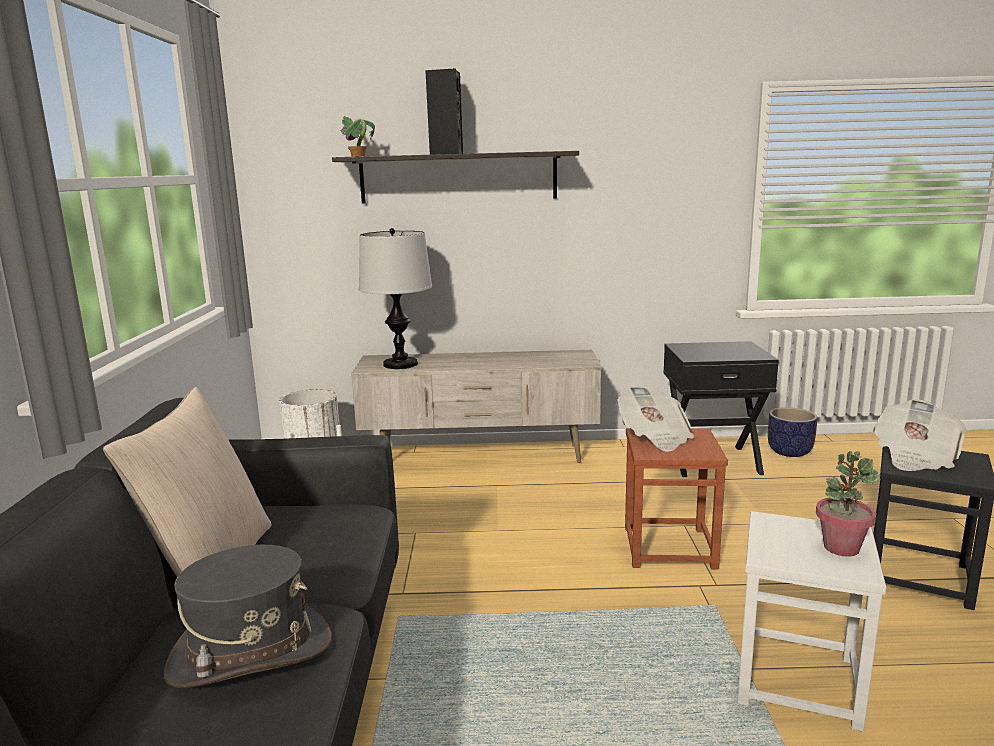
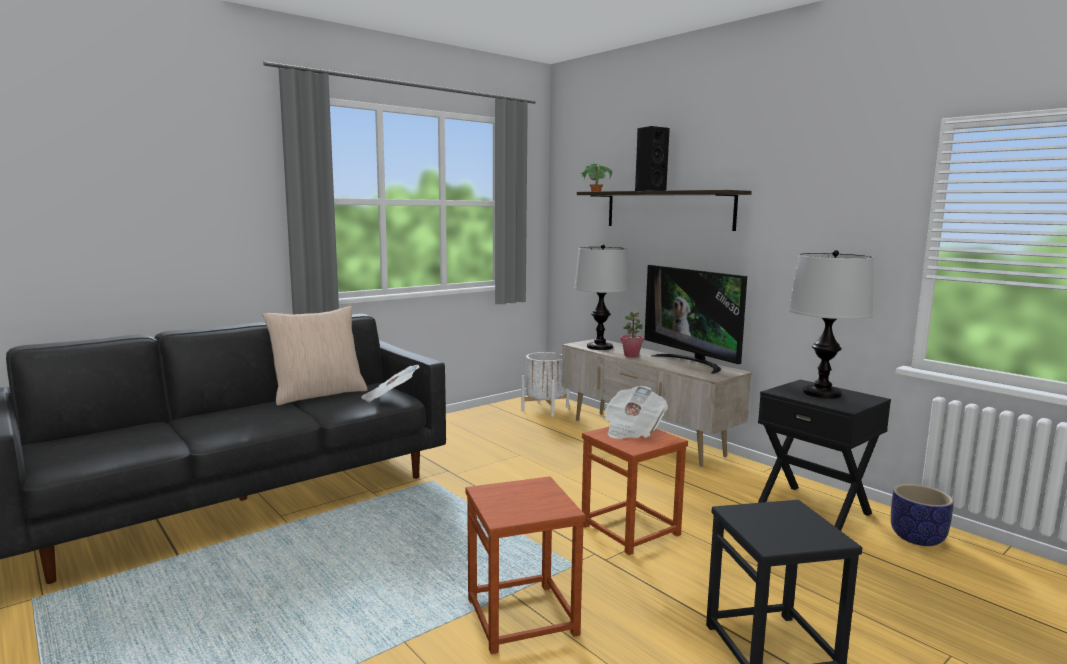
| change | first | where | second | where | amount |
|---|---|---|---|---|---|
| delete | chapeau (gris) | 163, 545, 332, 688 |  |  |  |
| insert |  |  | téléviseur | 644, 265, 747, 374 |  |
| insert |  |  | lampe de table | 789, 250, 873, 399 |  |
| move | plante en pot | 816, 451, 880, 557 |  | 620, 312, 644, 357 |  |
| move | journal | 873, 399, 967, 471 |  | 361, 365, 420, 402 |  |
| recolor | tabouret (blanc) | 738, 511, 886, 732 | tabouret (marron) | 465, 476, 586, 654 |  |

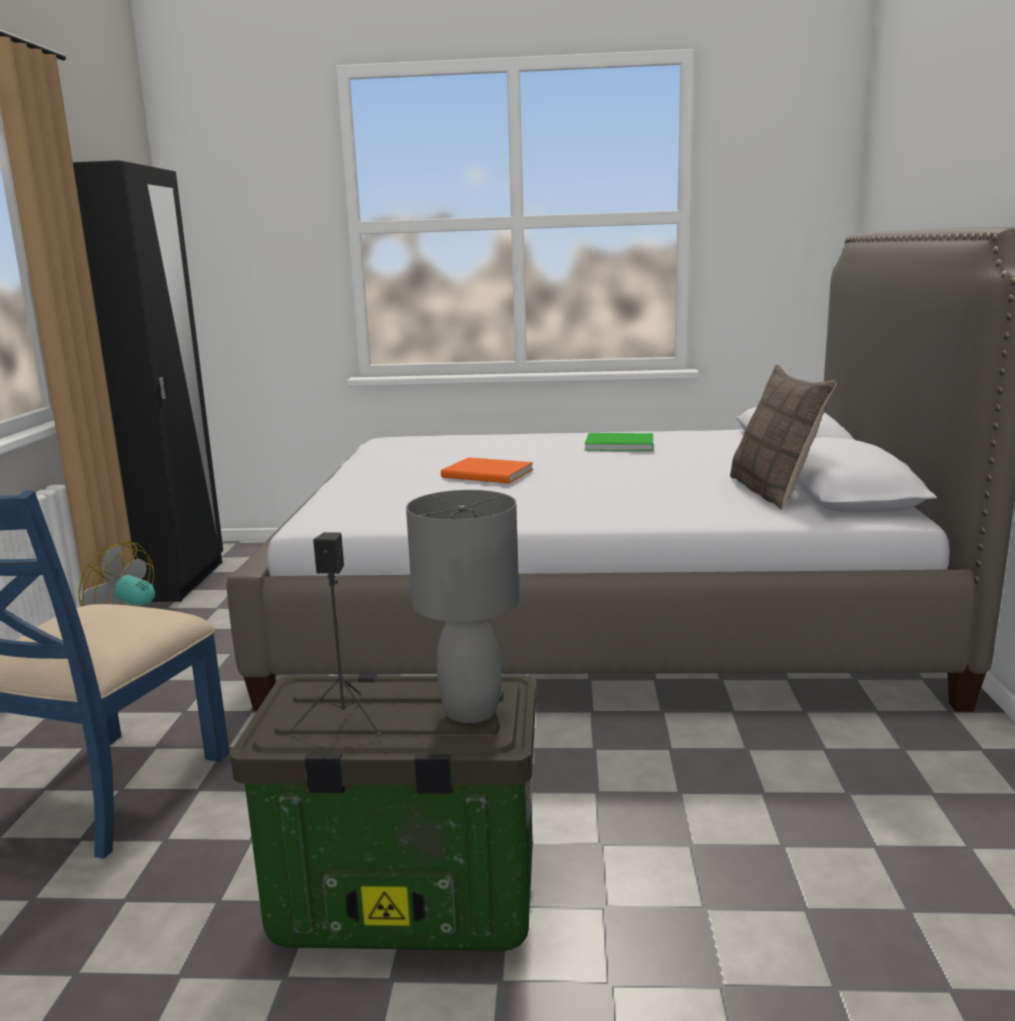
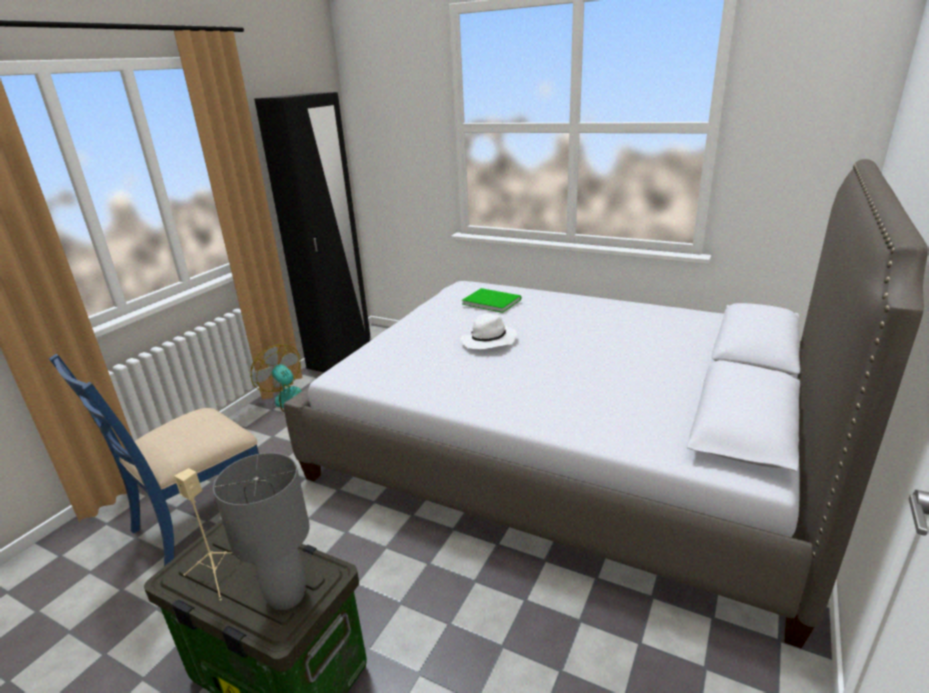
| change | first | where | second | where | amount |
|---|---|---|---|---|---|
| delete | coussin | 730, 364, 837, 510 |  |  |  |
| move | livre (vert) | 584, 433, 653, 451 |  | 462, 288, 521, 313 |  |
| replace | livre (orange) | 441, 457, 533, 483 | chapeau (blanc) | 461, 313, 517, 349 |  |
| recolor | enceinte (noir) | 291, 532, 381, 736 | enceinte (beige) | 174, 468, 232, 601 |  |

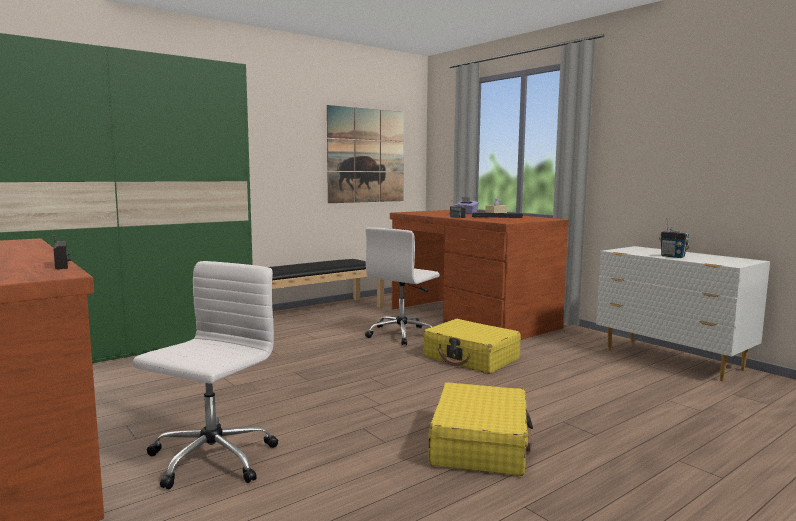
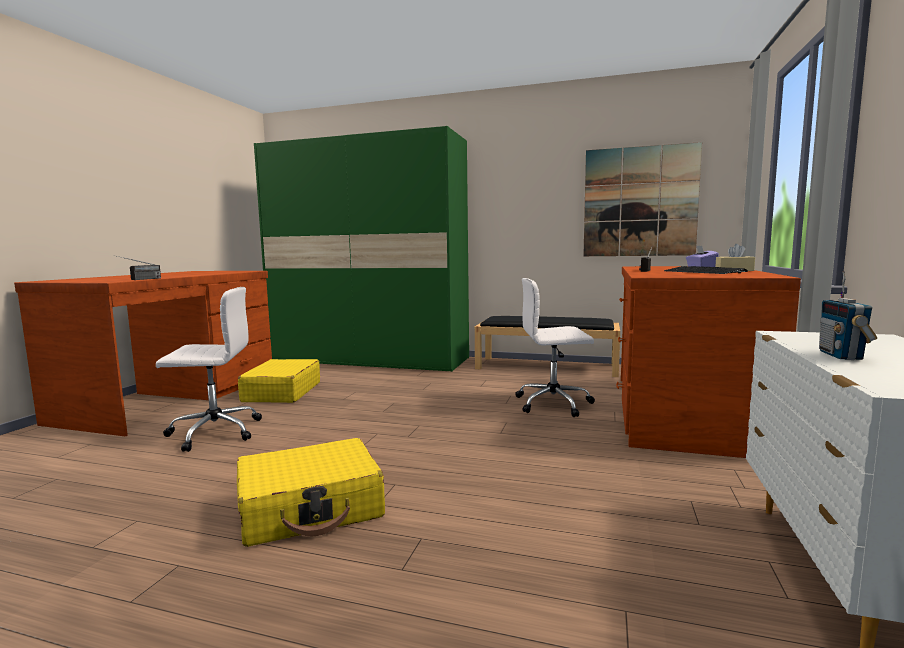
| change | first | where | second | where | amount |
|---|---|---|---|---|---|
| move | valise (jaune) | 423, 319, 521, 374 |  | 238, 359, 320, 403 |  |

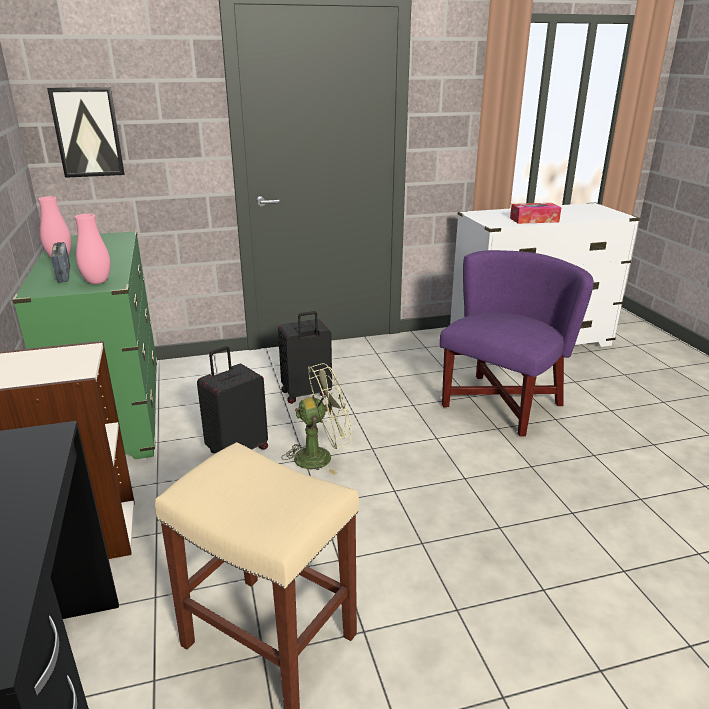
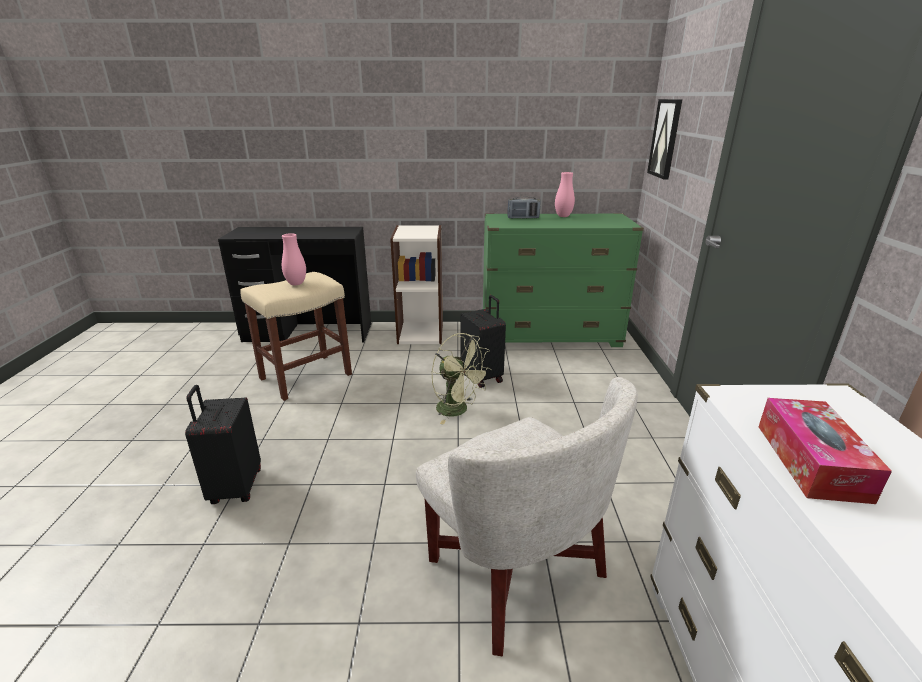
| change | first | where | second | where | amount |
|---|---|---|---|---|---|
| move | vase (rose) | 75, 214, 111, 284 |  | 282, 233, 306, 285 |  |
| move | valise (noir) | 278, 311, 332, 404 |  | 185, 385, 261, 504 |  |
| recolor | fauteuil (violet) | 440, 250, 594, 437 | fauteuil (blanc) | 416, 377, 638, 656 |  |
| rotate | ventilateur (vert) | 282, 363, 352, 475 |  | 431, 333, 491, 425 | 45 degrees counterclockwise |

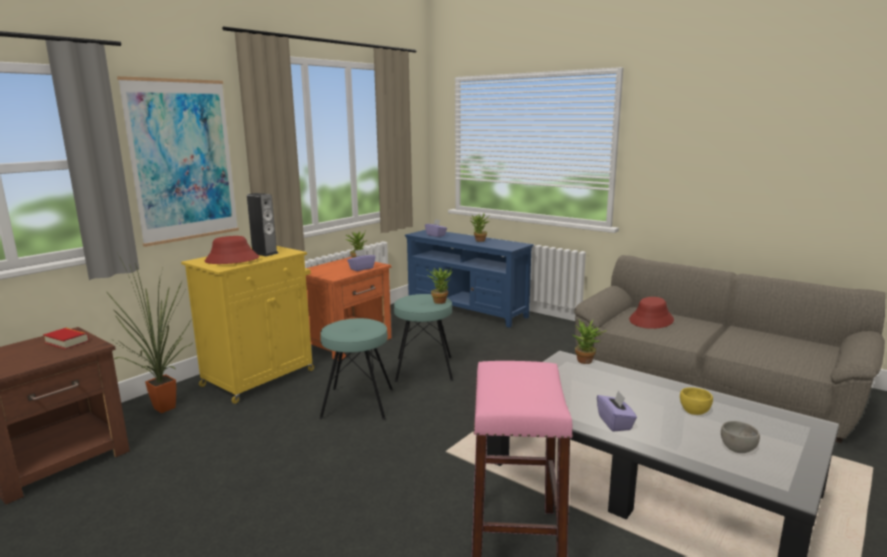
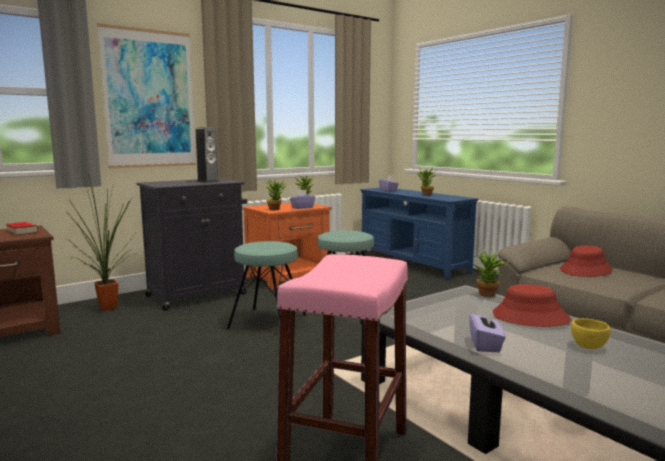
| change | first | where | second | where | amount |
|---|---|---|---|---|---|
| delete | bol (gris) | 721, 421, 760, 453 |  |  |  |
| move | chapeau (rouge) | 204, 236, 259, 264 |  | 493, 284, 571, 327 |  |
| move | plante en pot | 427, 267, 452, 304 |  | 264, 179, 287, 210 |  |
| recolor | meuble de rangement (jaune) | 181, 246, 314, 404 | meuble de rangement (noir) | 137, 178, 247, 311 |  |

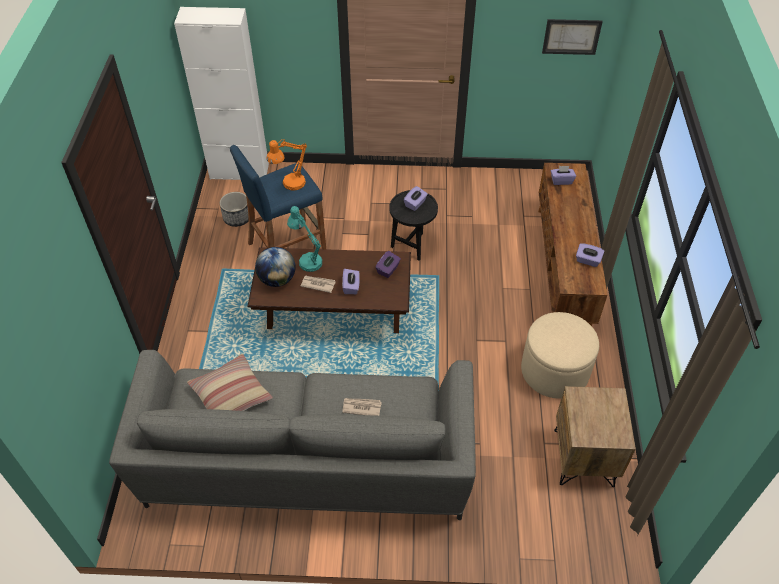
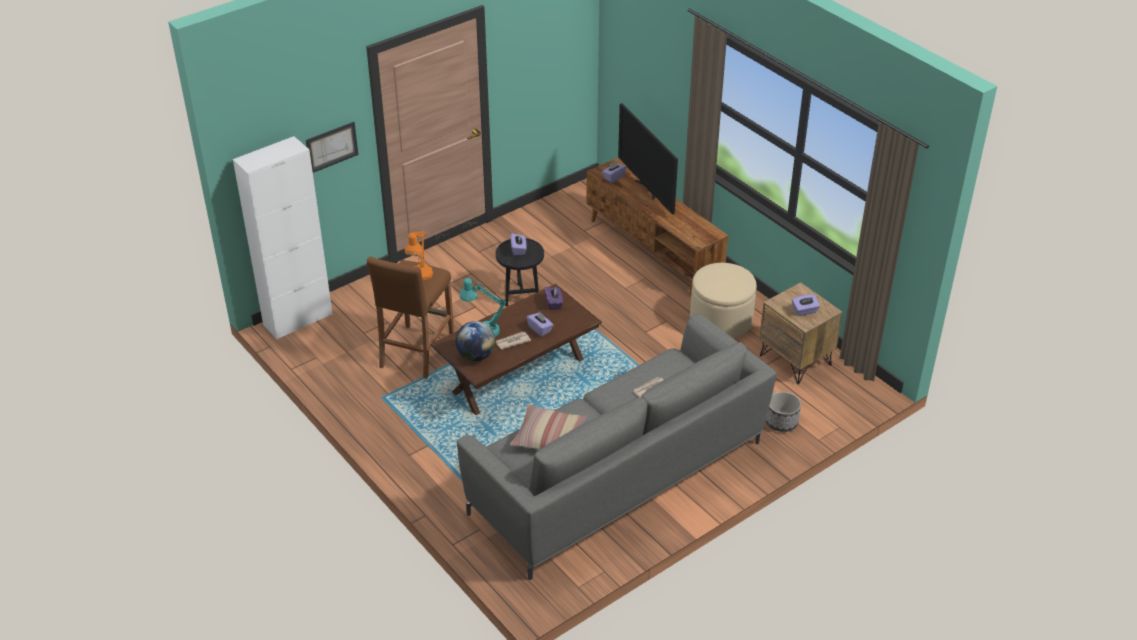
| change | first | where | second | where | amount |
|---|---|---|---|---|---|
| insert |  |  | téléviseur | 618, 103, 678, 215 |  |
| move | cache-pot | 220, 192, 249, 227 |  | 766, 391, 801, 432 |  |
| move | tableau | 542, 19, 603, 55 |  | 306, 122, 358, 173 |  |
| move | boîte à mouchoirs (violet) | 576, 243, 604, 267 |  | 792, 294, 820, 316 |  |
| recolor | tabouret (bleu) | 230, 145, 326, 249 | tabouret (marron) | 367, 257, 454, 379 |  |

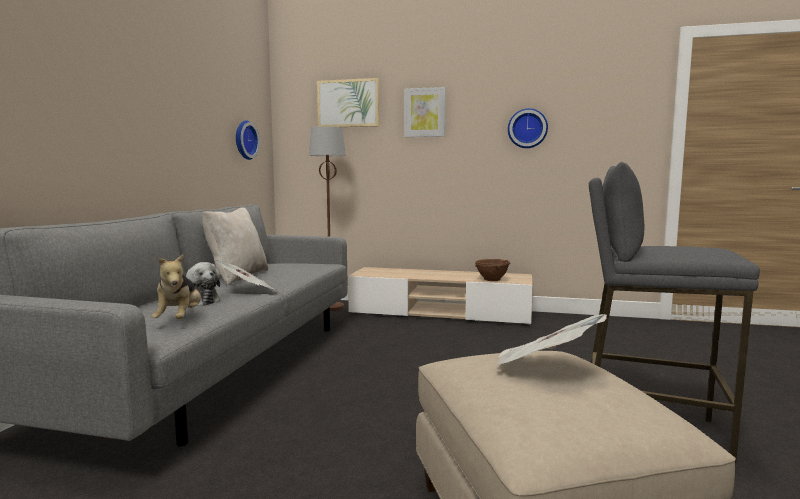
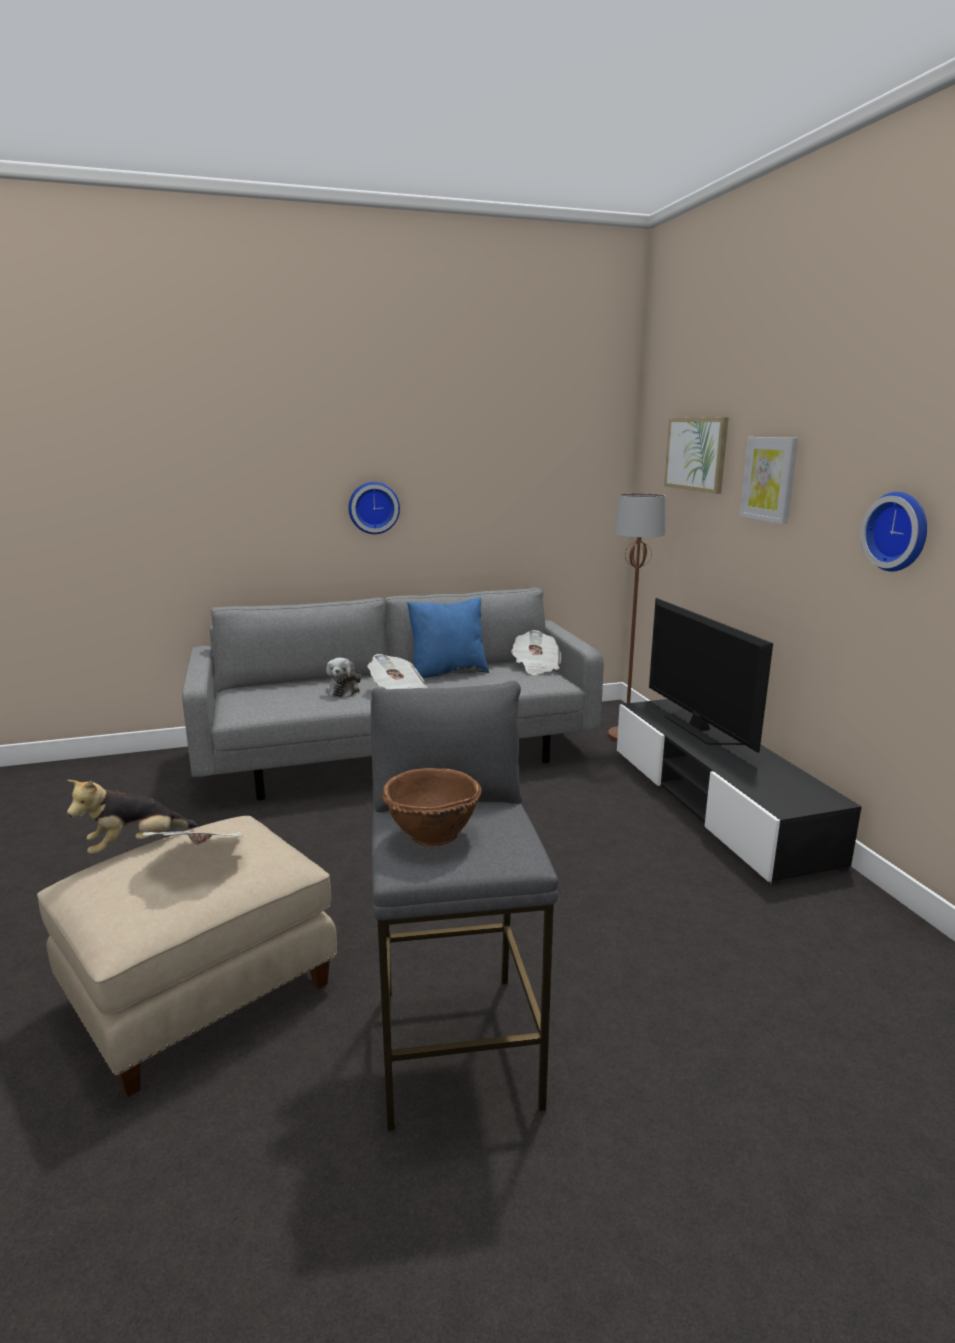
| change | first | where | second | where | amount |
|---|---|---|---|---|---|
| insert |  |  | journal | 511, 630, 561, 675 |  |
| insert |  |  | téléviseur | 649, 598, 773, 753 |  |
| move | peluche | 152, 254, 201, 319 |  | 67, 780, 197, 855 |  |
| move | horloge murale | 236, 120, 260, 160 |  | 349, 482, 400, 534 |  |
| move | bol (marron) | 475, 259, 510, 281 |  | 382, 768, 482, 846 |  |
| recolor | coussin (beige) | 202, 207, 268, 285 | coussin (bleu) | 407, 597, 489, 678 |  |
| recolor | meuble télé (beige) | 348, 267, 533, 326 | meuble télé (noir) | 617, 699, 862, 885 |  |

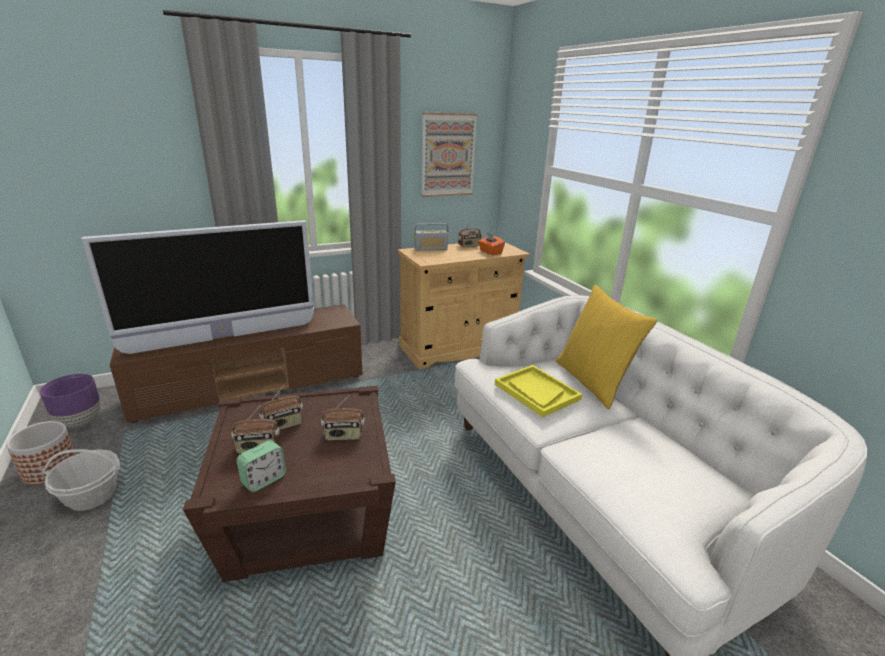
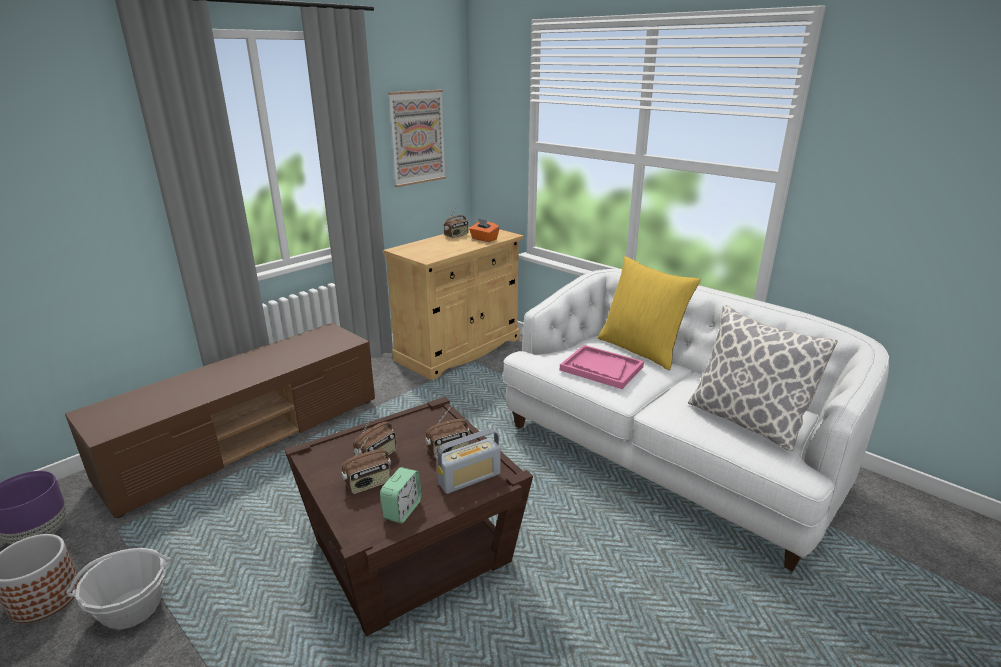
| change | first | where | second | where | amount |
|---|---|---|---|---|---|
| delete | téléviseur | 81, 220, 314, 354 |  |  |  |
| insert |  |  | coussin | 688, 305, 838, 451 |  |
| move | radio | 414, 223, 449, 251 |  | 436, 429, 500, 494 |  |
| recolor | plateau (jaune) | 495, 365, 582, 417 | plateau (rose) | 560, 345, 644, 389 |  |

